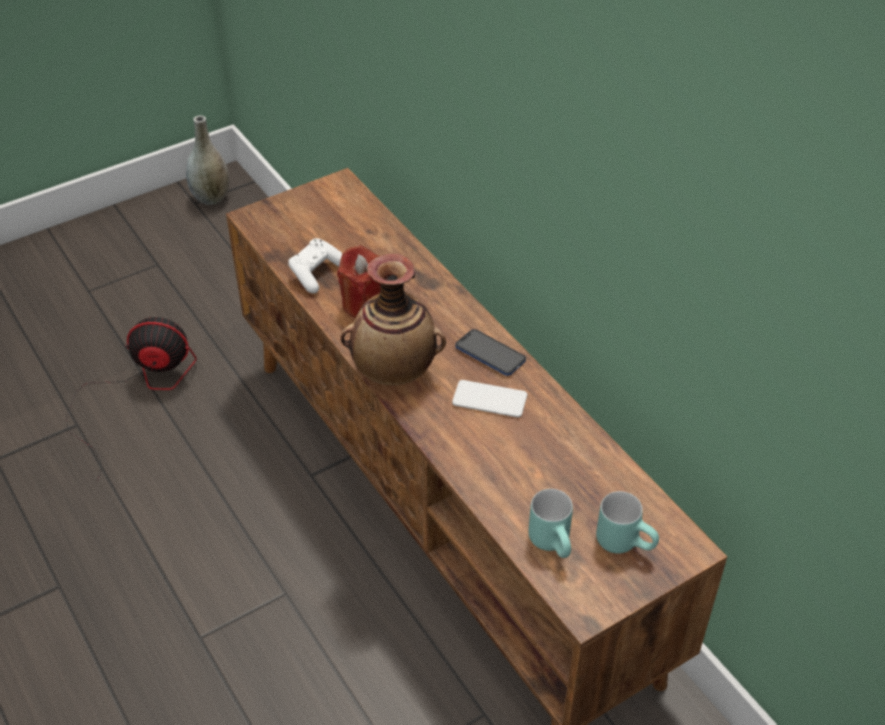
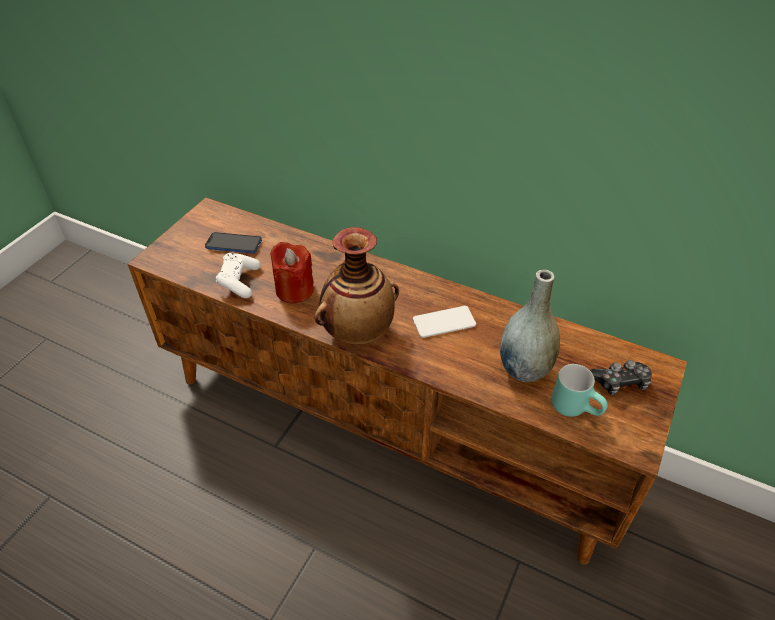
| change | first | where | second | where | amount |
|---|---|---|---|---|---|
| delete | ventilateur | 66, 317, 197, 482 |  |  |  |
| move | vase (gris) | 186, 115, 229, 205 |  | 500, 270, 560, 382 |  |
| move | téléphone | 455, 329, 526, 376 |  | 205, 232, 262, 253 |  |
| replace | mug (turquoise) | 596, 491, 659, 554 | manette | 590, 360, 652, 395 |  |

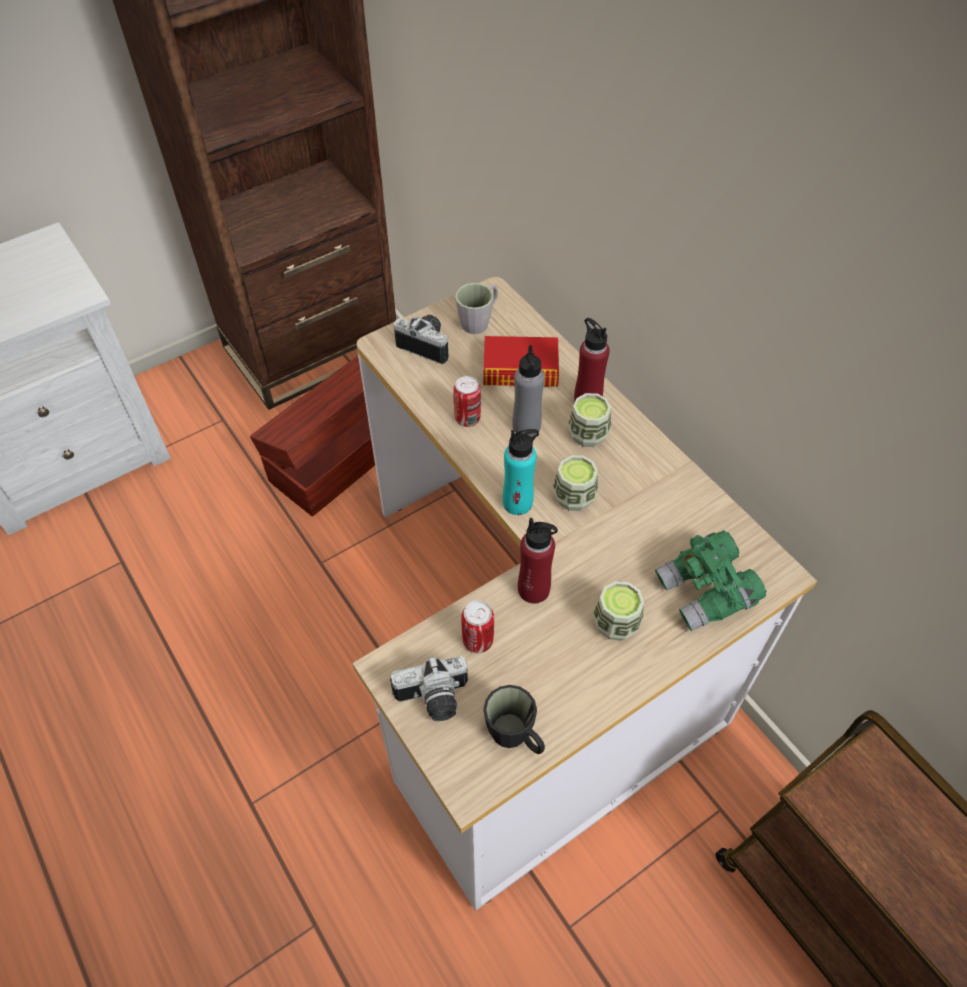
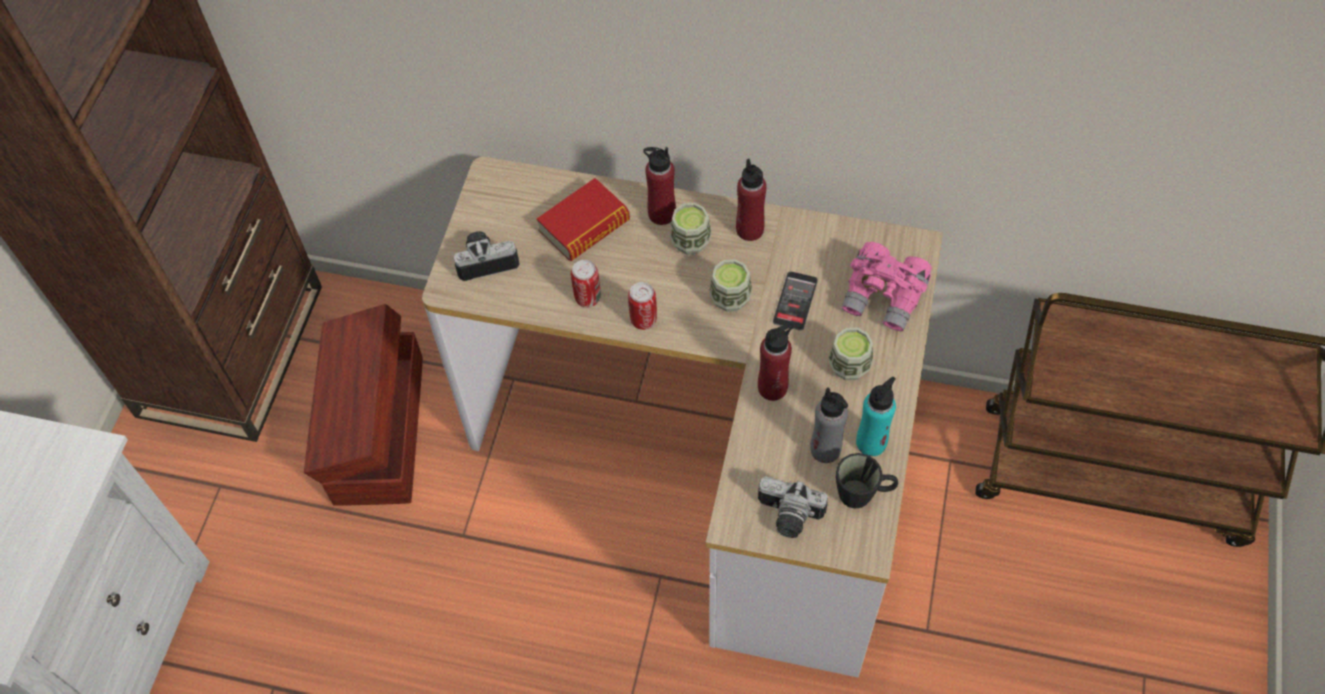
| change | first | where | second | where | amount |
|---|---|---|---|---|---|
| delete | mug (gris) | 455, 283, 498, 334 |  |  |  |
| insert |  |  | bouteille (rouge) | 736, 159, 767, 241 |  |
| insert |  |  | téléphone | 773, 271, 818, 331 |  |
| move | boîte métallique | 461, 600, 494, 653 |  | 628, 282, 657, 330 |  |
| move | bouteille (turquoise) | 503, 429, 539, 515 |  | 856, 377, 896, 456 |  |
| move | bouteille (gris) | 512, 345, 545, 437 |  | 810, 387, 848, 463 |  |
| recolor | jumelles (vert) | 655, 530, 766, 631 | jumelles (rose) | 841, 242, 932, 331 |  |
| rotate | appareil photo | 390, 656, 468, 721 |  | 758, 476, 828, 538 | 75 degrees clockwise |

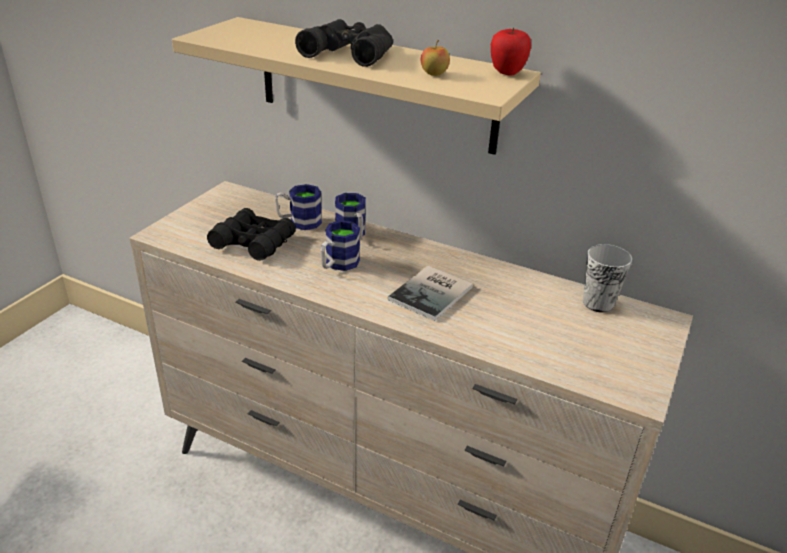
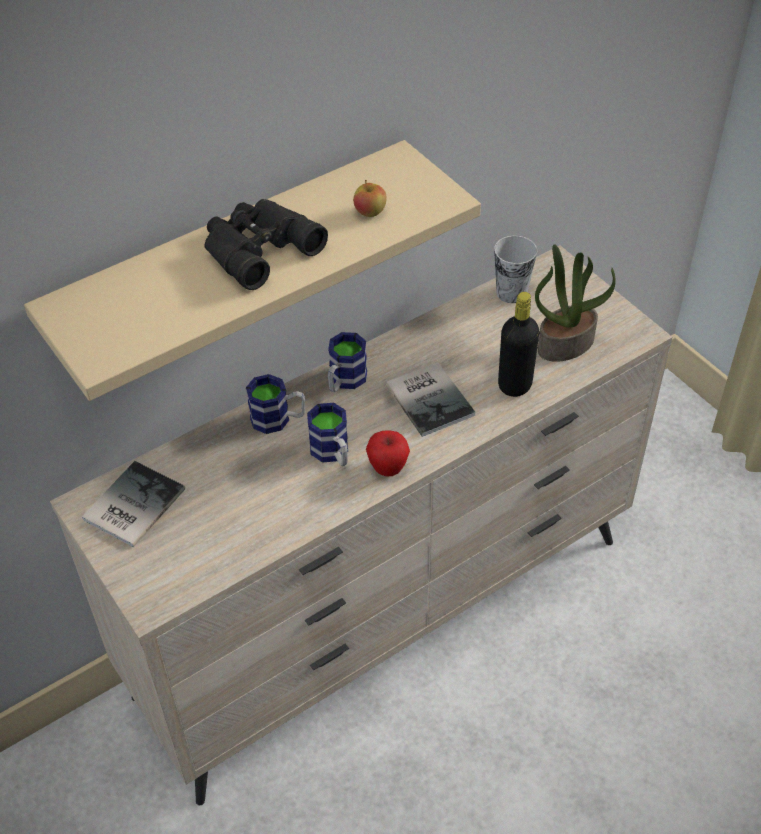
| change | first | where | second | where | amount |
|---|---|---|---|---|---|
| delete | jumelles (noir) | 207, 208, 296, 261 |  |  |  |
| insert |  |  | livre | 82, 461, 185, 547 |  |
| insert |  |  | bouteille (noir) | 498, 292, 539, 397 |  |
| insert |  |  | plante en pot | 535, 245, 616, 362 |  |
| move | mug | 275, 184, 322, 230 |  | 328, 332, 367, 392 |  |
| move | pomme | 491, 28, 531, 75 |  | 366, 430, 410, 477 |  |

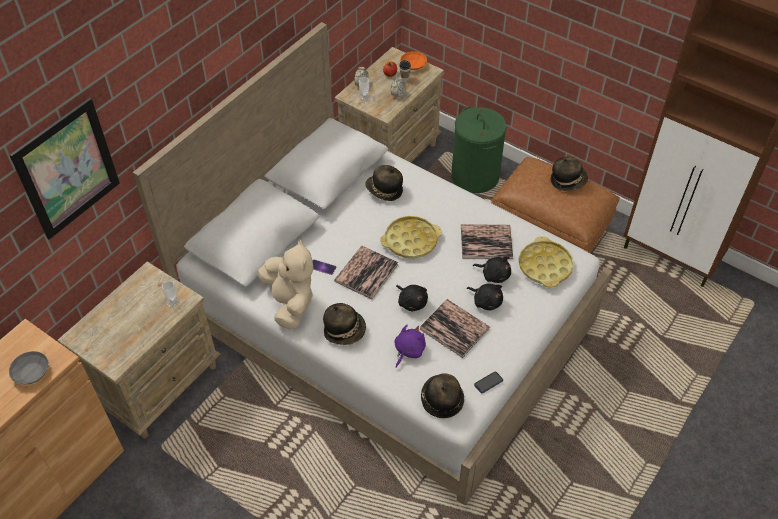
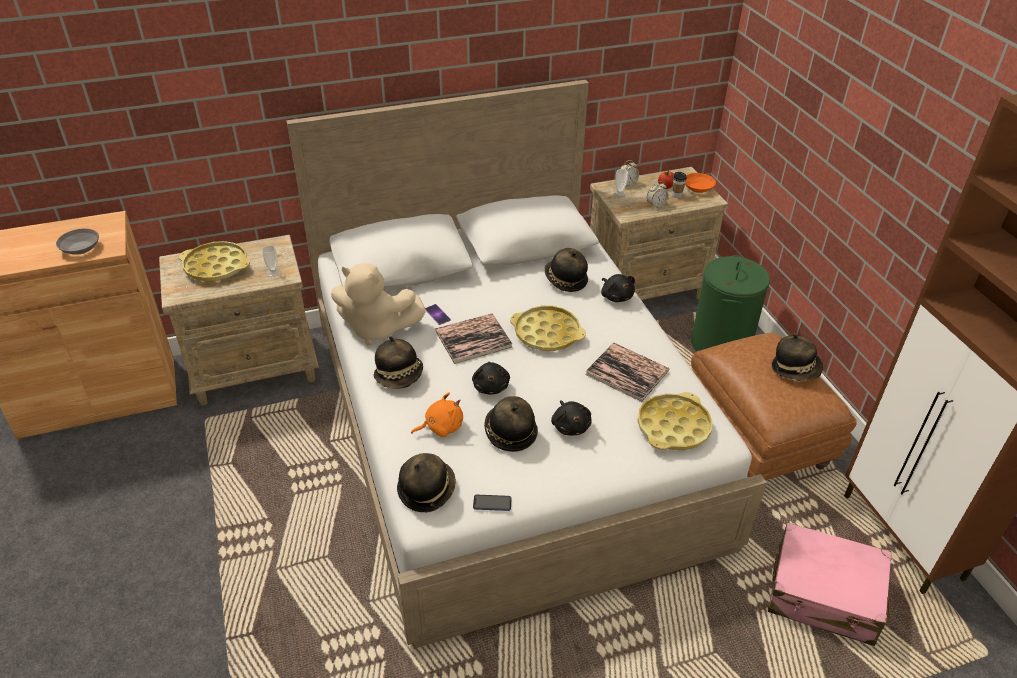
| change | first | where | second | where | amount |
|---|---|---|---|---|---|
| delete | tableau | 10, 97, 120, 239 |  |  |  |
| insert |  |  | plateau (jaune) | 179, 241, 250, 281 |  |
| insert |  |  | valise (rose) | 768, 522, 892, 646 |  |
| move | peluche (noir) | 473, 256, 511, 283 |  | 601, 274, 635, 302 |  |
| replace | livre | 419, 299, 490, 358 | chapeau | 484, 396, 538, 452 |  |
| recolor | peluche (violet) | 394, 325, 426, 367 | peluche (orange) | 411, 392, 463, 437 |  |
| rotate | peluche (beige) | 258, 239, 313, 329 |  | 331, 263, 426, 345 | 90 degrees clockwise |

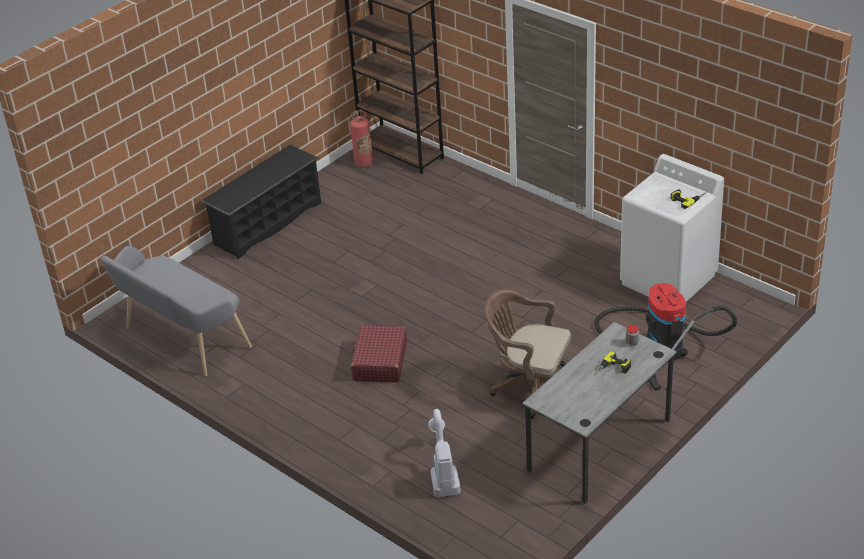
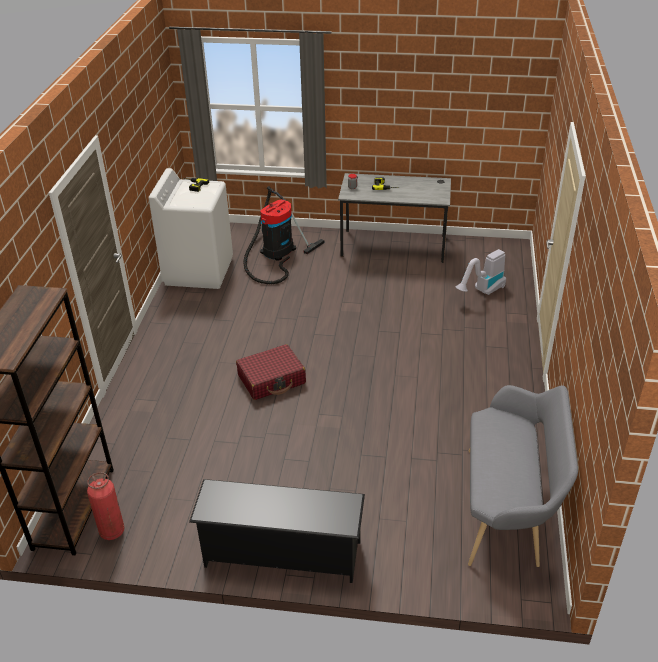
| change | first | where | second | where | amount |
|---|---|---|---|---|---|
| delete | chaise de bureau (marron) | 485, 289, 572, 419 |  |  |  |
| move | valise (rouge) | 351, 325, 407, 383 |  | 236, 344, 306, 400 |  |

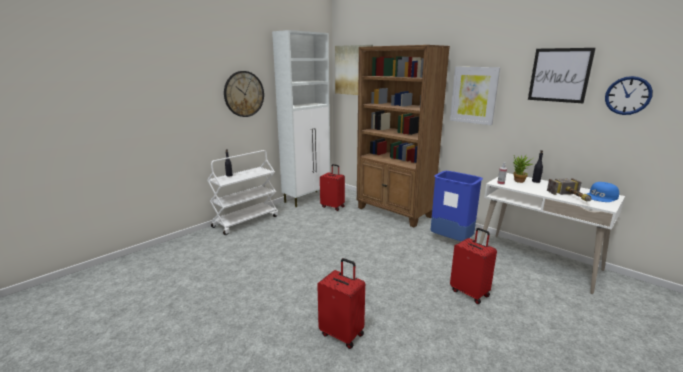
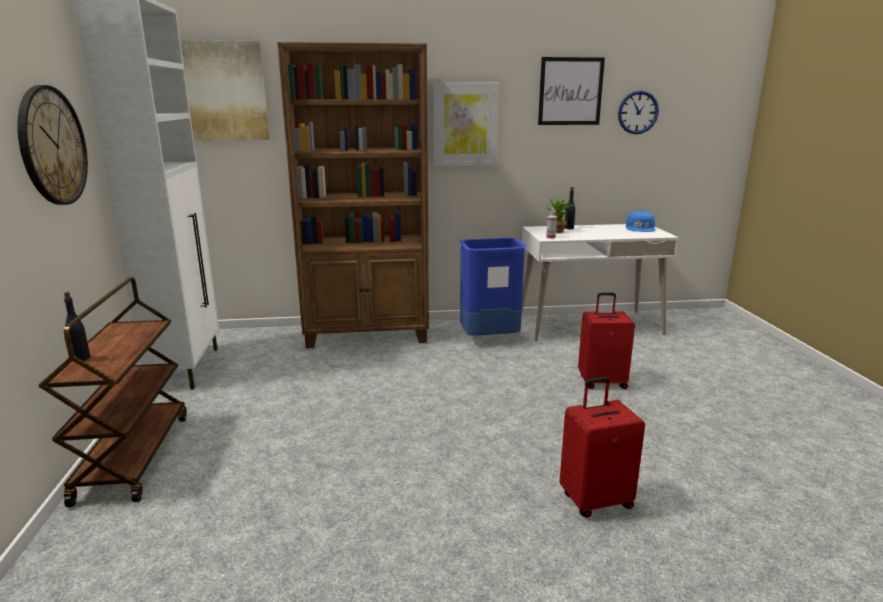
| change | first | where | second | where | amount |
|---|---|---|---|---|---|
| delete | valise (rouge) | 320, 164, 345, 211 |  |  |  |
| delete | marteau | 547, 178, 591, 201 |  |  |  |
| recolor | chariot (blanc) | 207, 150, 278, 235 | chariot (marron) | 38, 277, 187, 507 |  |

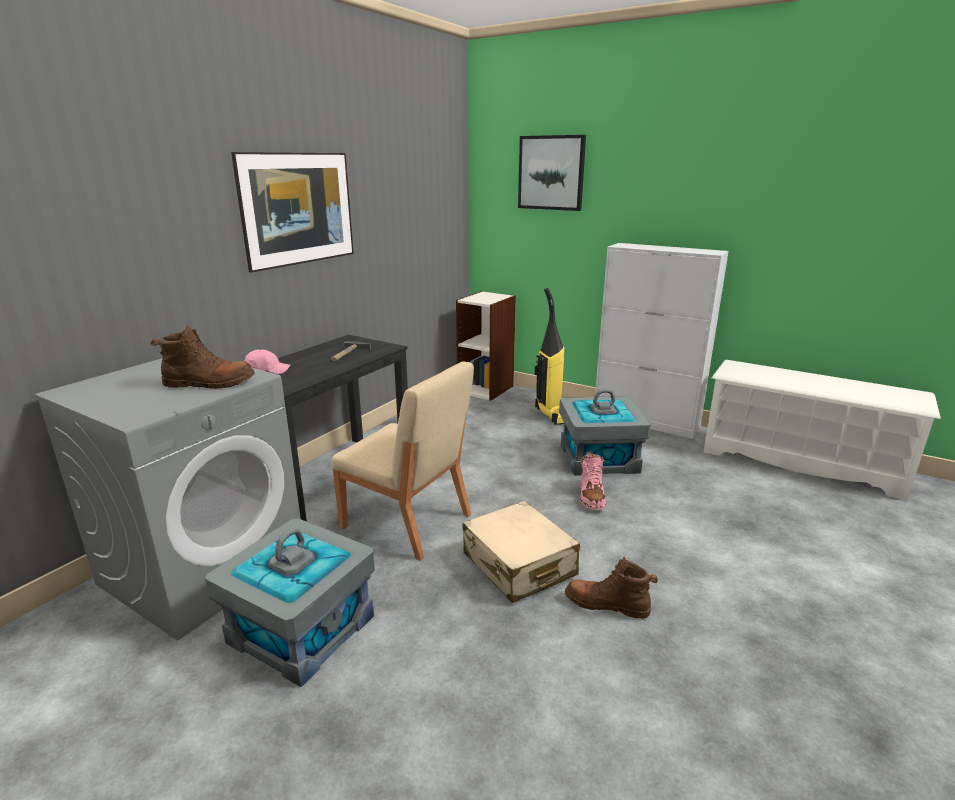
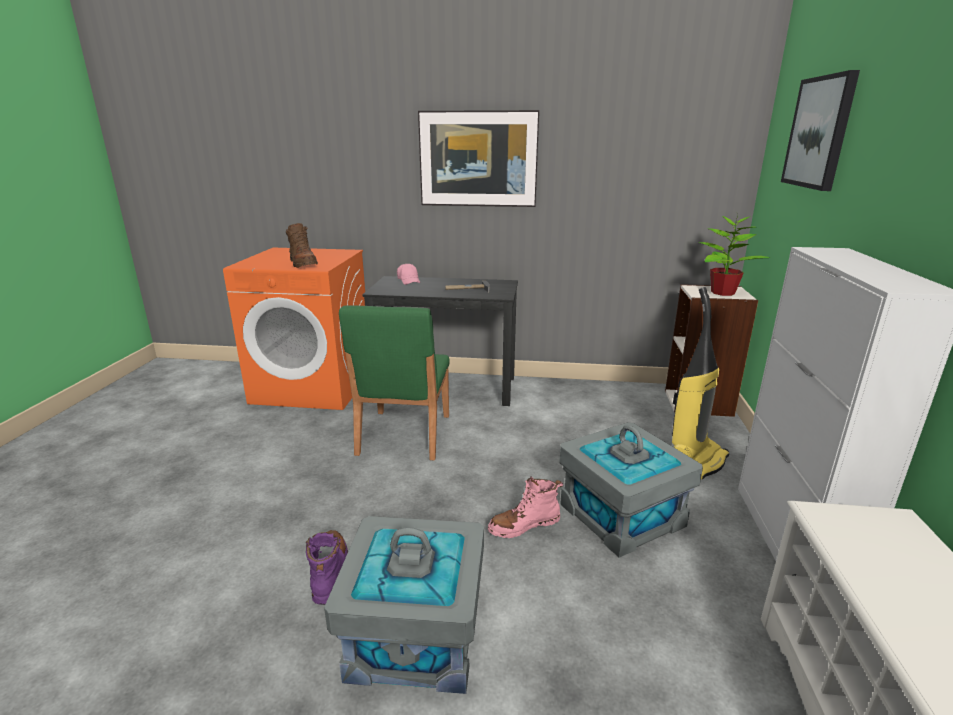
| change | first | where | second | where | amount |
|---|---|---|---|---|---|
| delete | valise (beige) | 463, 501, 580, 603 |  |  |  |
| insert |  |  | plante en pot | 698, 215, 770, 296 |  |
| move | boîte de rangement (gris) | 205, 518, 375, 687 |  | 324, 516, 484, 694 |  |
| recolor | lave-linge (gris) | 34, 358, 301, 640 | lave-linge (orange) | 223, 248, 365, 410 |  |
| recolor | chaise (beige) | 331, 361, 474, 561 | chaise (vert) | 339, 305, 450, 460 |  |
| recolor | botte (marron) | 565, 557, 658, 619 | botte (violet) | 306, 530, 348, 605 |  |

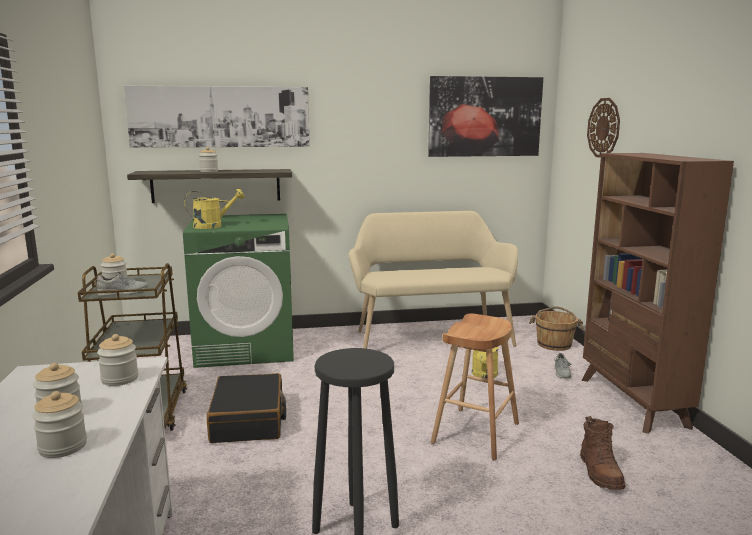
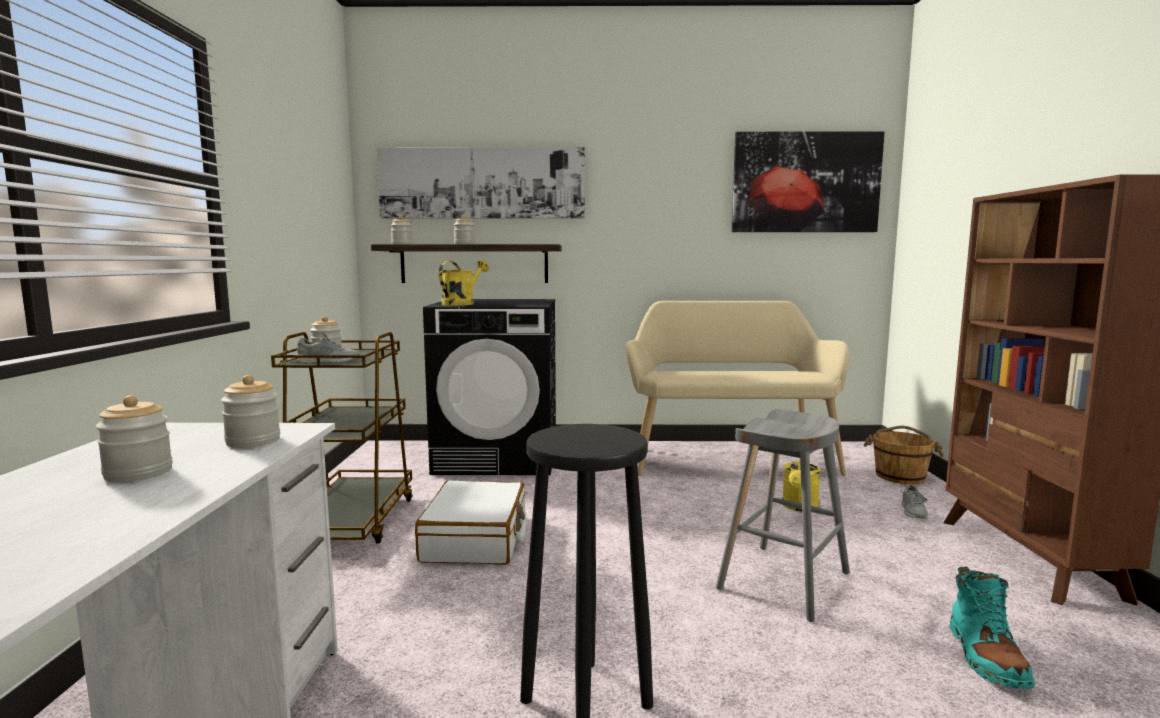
| change | first | where | second | where | amount |
|---|---|---|---|---|---|
| delete | horloge murale | 587, 98, 620, 158 |  |  |  |
| move | bocal | 32, 391, 87, 458 |  | 391, 216, 413, 244 |  |
| recolor | lave-linge (vert) | 183, 214, 294, 368 | lave-linge (noir) | 423, 299, 556, 475 |  |
| recolor | valise (noir) | 207, 373, 286, 443 | valise (blanc) | 415, 481, 526, 565 |  |
| recolor | tabouret (marron) | 431, 313, 519, 461 | tabouret (gris) | 716, 409, 850, 622 |  |
| recolor | botte (marron) | 580, 416, 626, 490 | botte (turquoise) | 950, 566, 1035, 689 |  |
| rotate | arrosoir (jaune) | 184, 188, 244, 229 |  | 439, 260, 489, 306 | 45 degrees counterclockwise |

